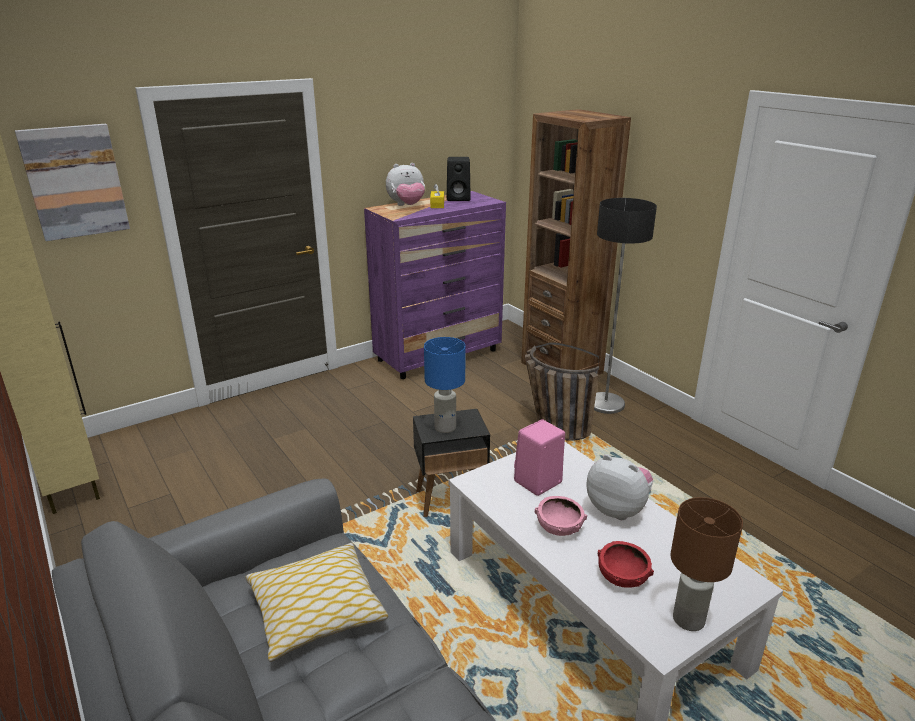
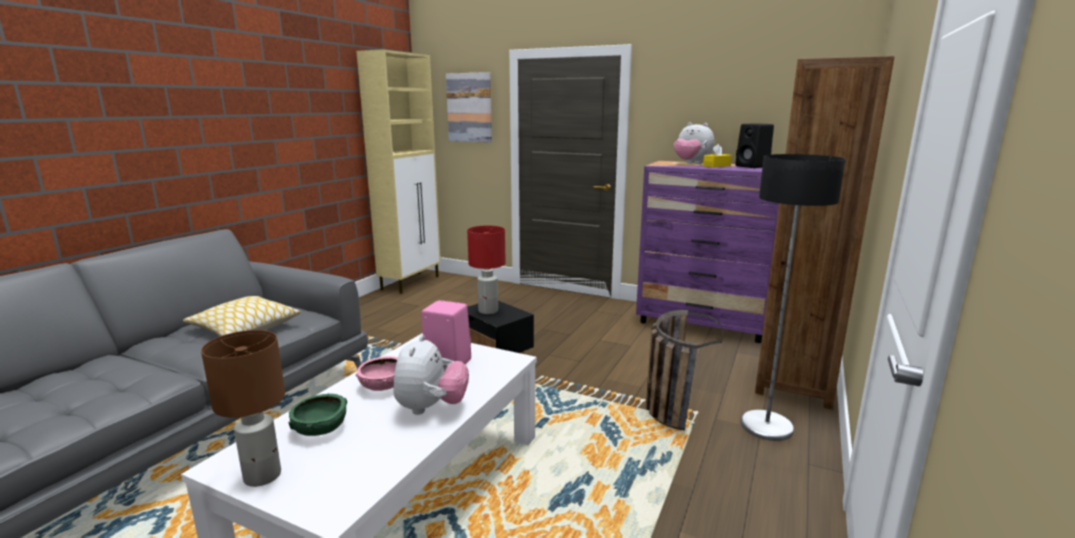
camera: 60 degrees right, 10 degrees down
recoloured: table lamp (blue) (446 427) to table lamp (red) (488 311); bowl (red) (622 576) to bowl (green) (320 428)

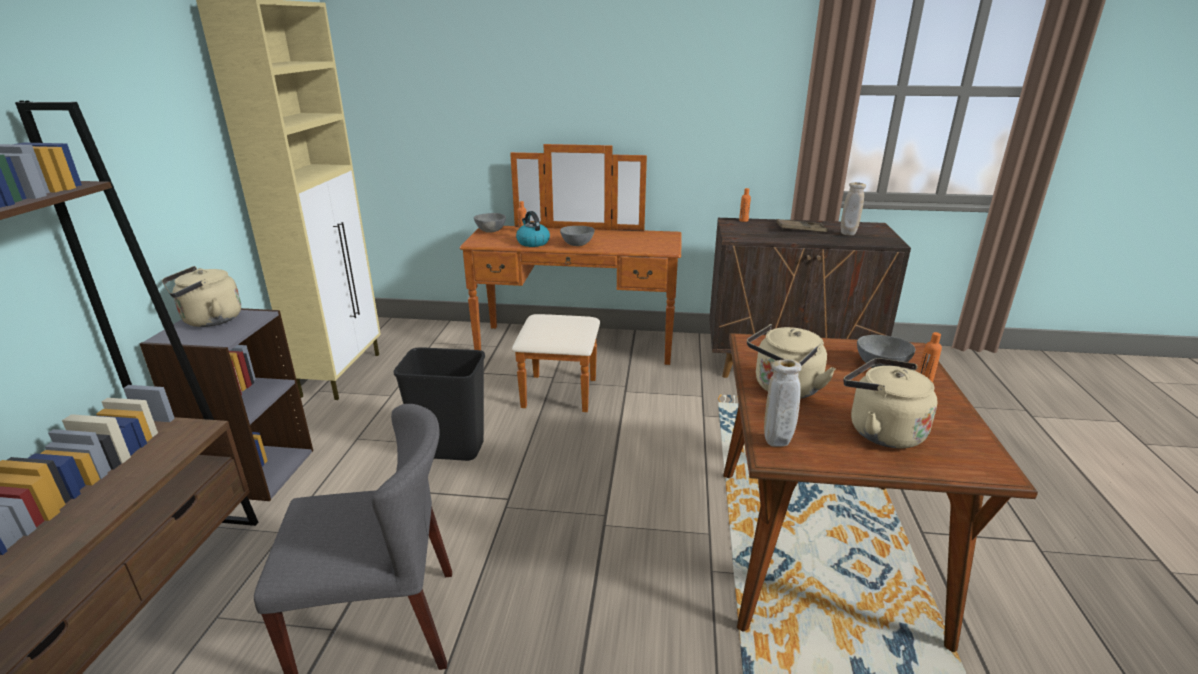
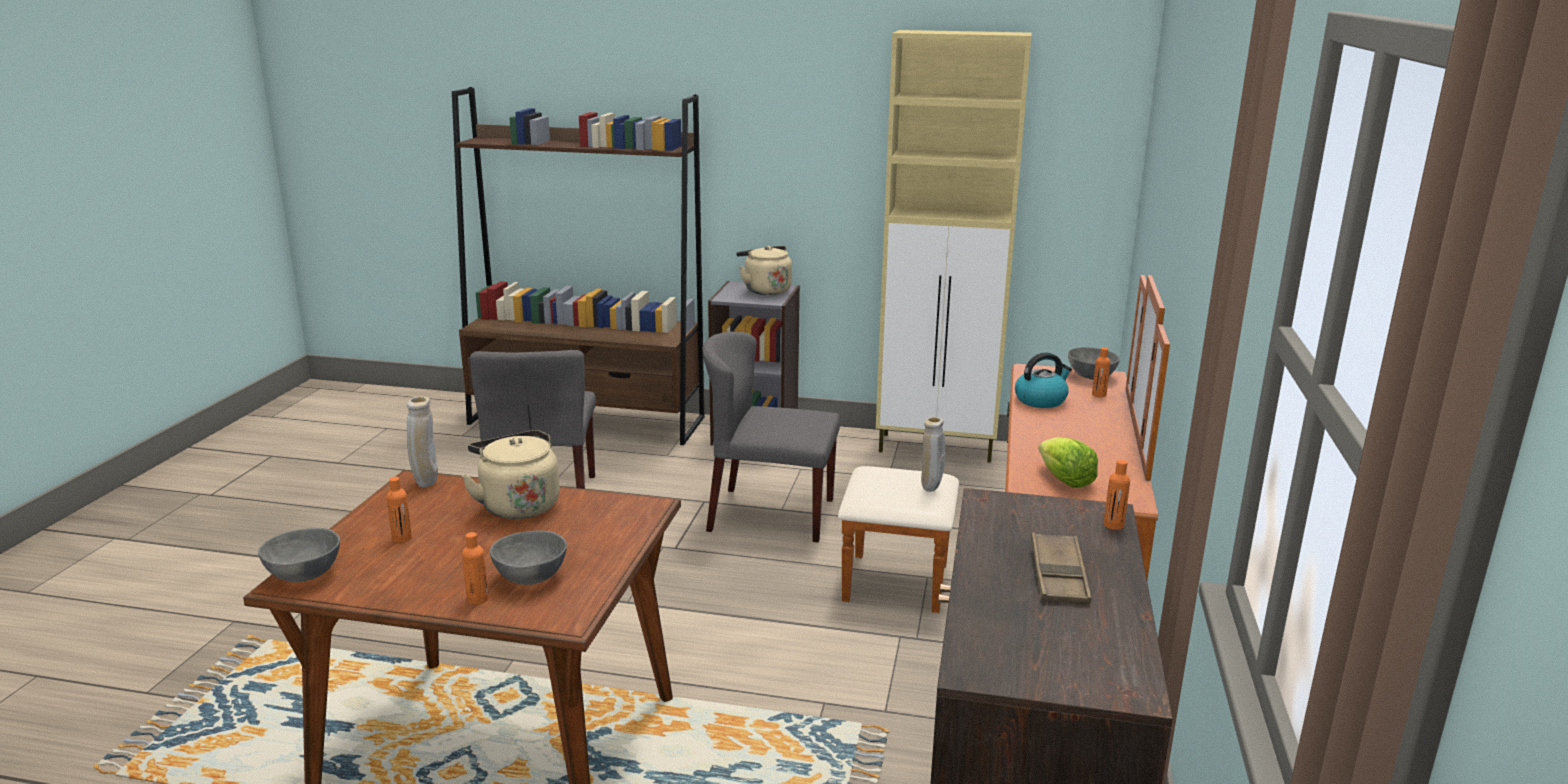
camera: 95 degrees right, 5 degrees down
added: lettuce (1064 480)
moved: bowl (grey) (577 245) to (302 575); vase (beige) (848 234) to (931 489)
replaced: trash can (black) (450 450) to chair (grey) (770 515); kettle (beige) (880 431) to bottle (orange) (402 538)

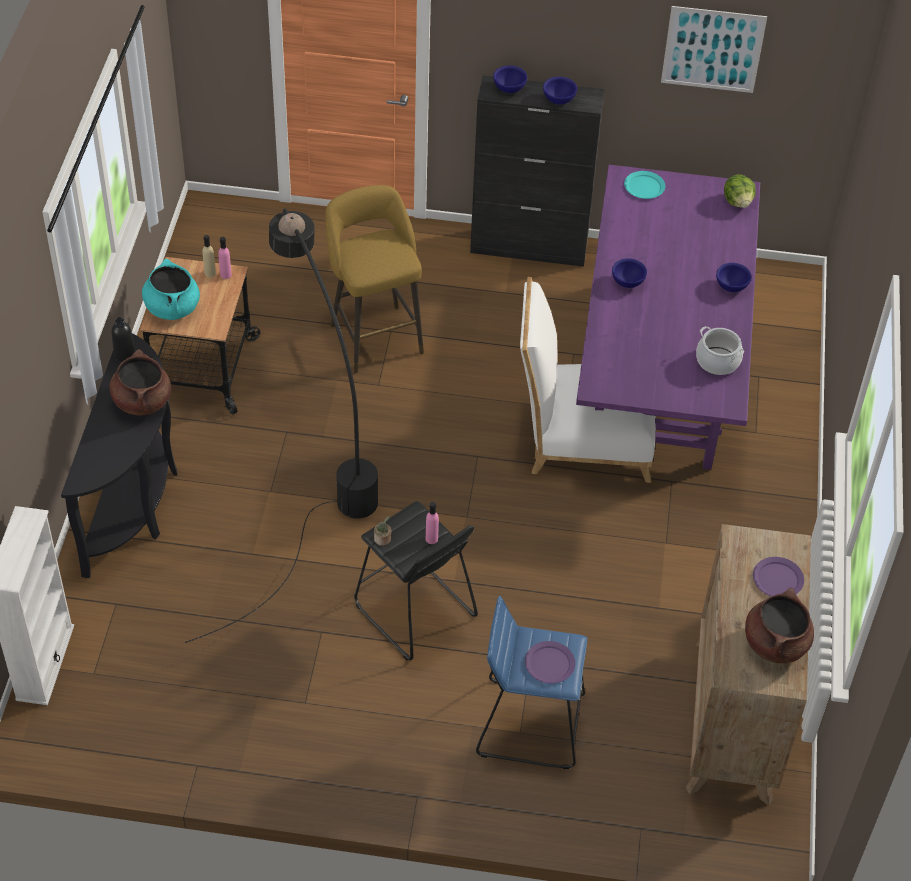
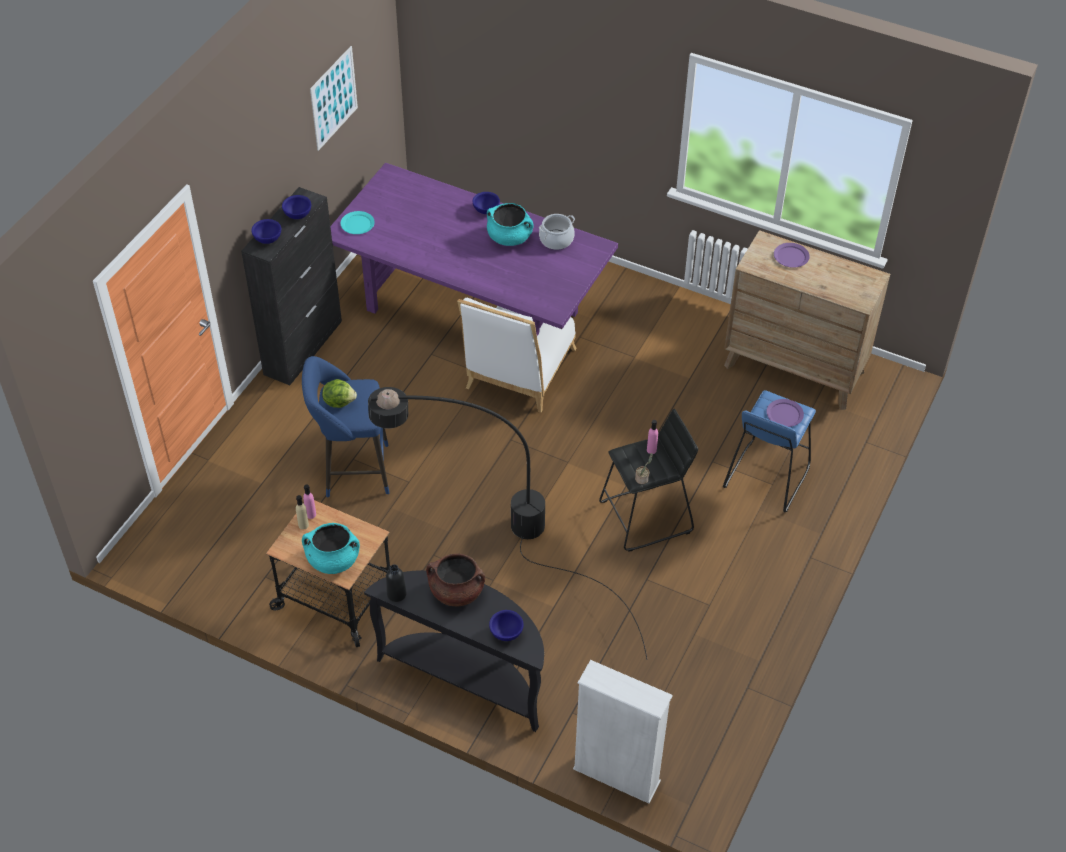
camera: 70 degrees left, 0 degrees up
removed: cooking pot (brown) (775 643)
added: cooking pot (turquoise) (510 237)
moved: bowl (blue) (627 282) to (505 633); lettuce (738 202) to (339 401)
recoloured: stool (yellow) (374 335) to stool (blue) (352 470)

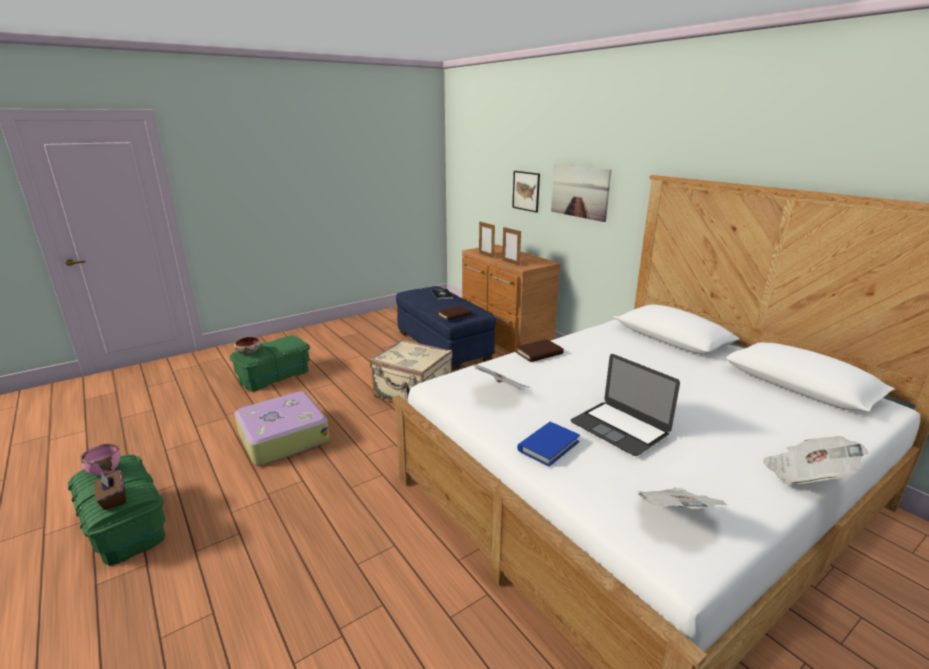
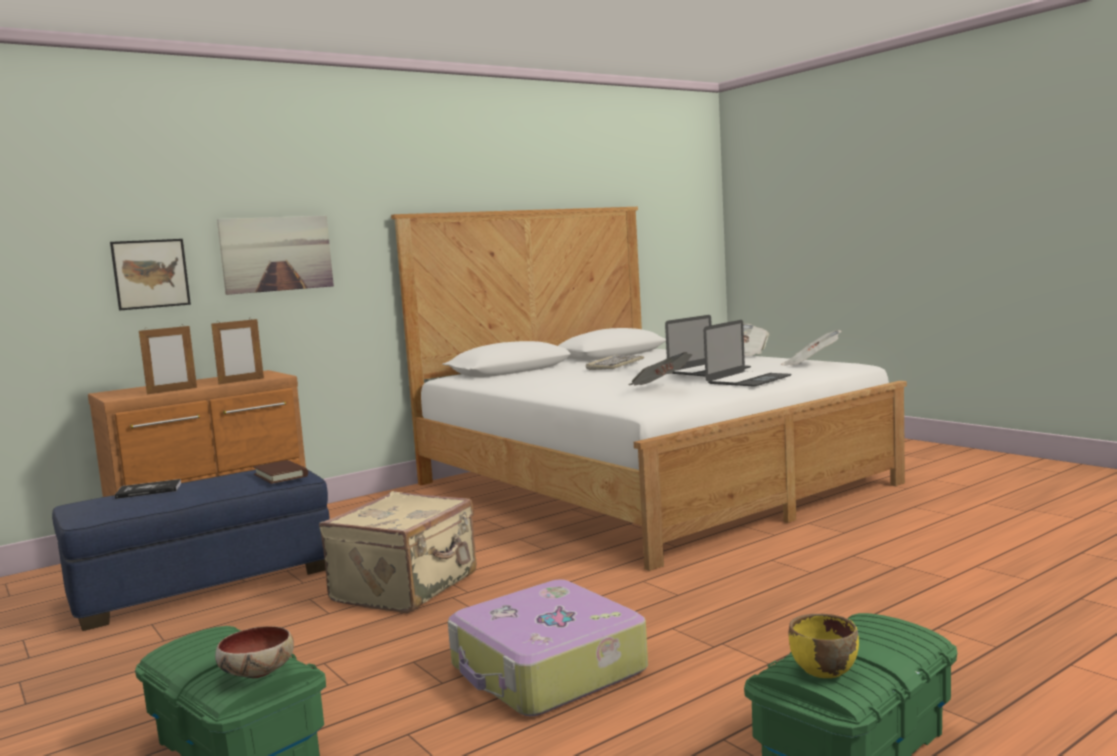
camera: 90 degrees left, 15 degrees down
removed: tissue box (brown) (113 499); book (brown) (539 353)
added: keyboard (615 365)
replaced: book (blue) (548 446) to laptop (748 379)
recoloured: bowl (pink) (105 470) to bowl (yellow) (823 670)

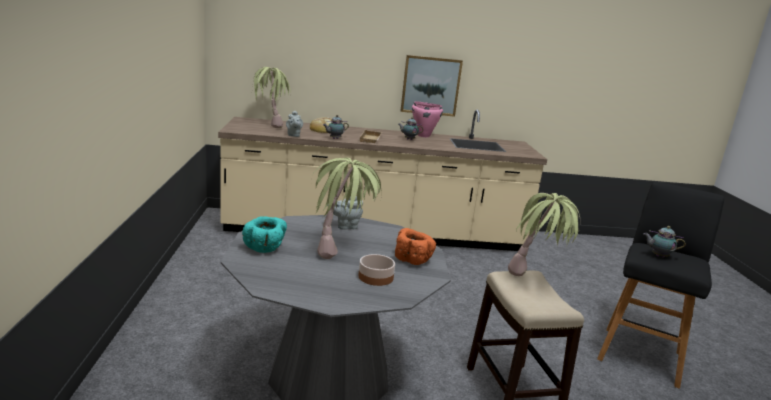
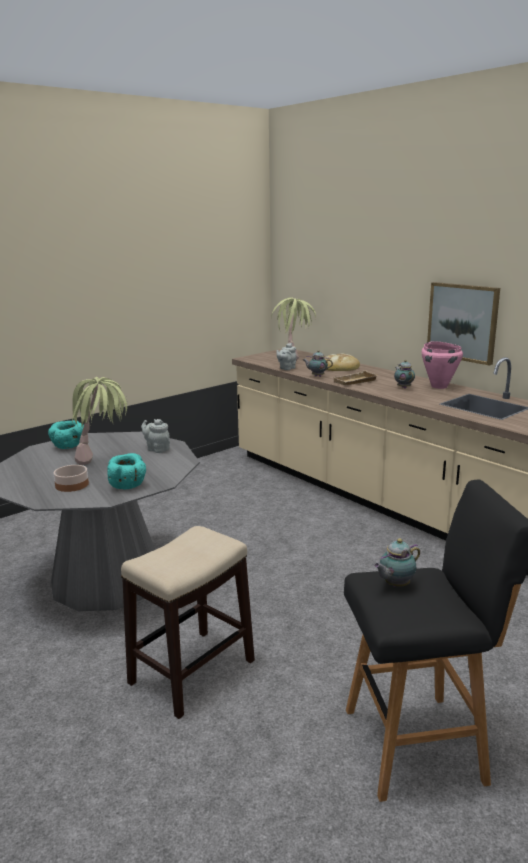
camera: 55 degrees right, 0 degrees up
removed: potted plant (536 281)
recoloured: bowl (orange) (413 260) to bowl (turquoise) (128 485)
turned: teapot (658 256) = (395 585) 105 degrees counterclockwise

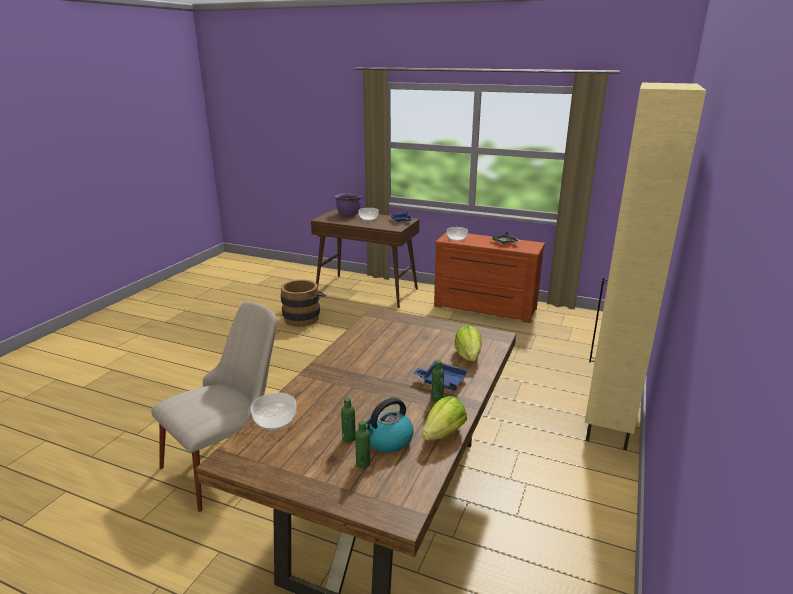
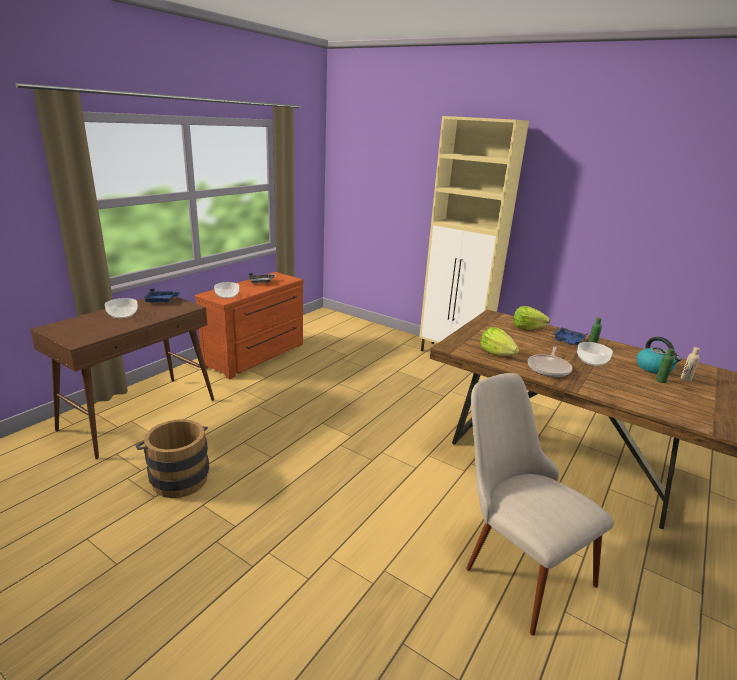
camera: 80 degrees left, 0 degrees up
removed: cooking pot (purple) (348 214)
added: frying pan (549 368)
moved: bowl (275 420) to (592 360); lettuce (444 433) to (496 353)
recoloured: bottle (green) (363 463) to bottle (beige) (686 379)

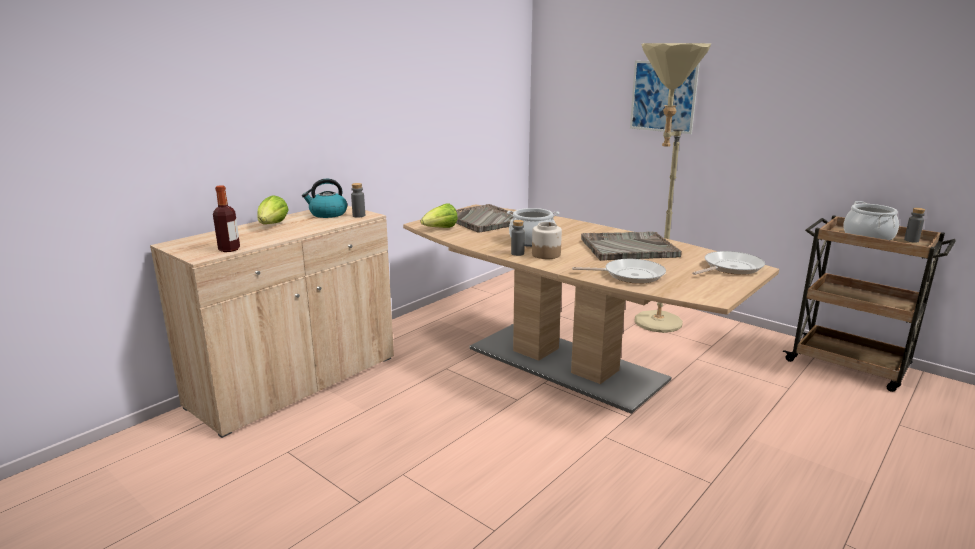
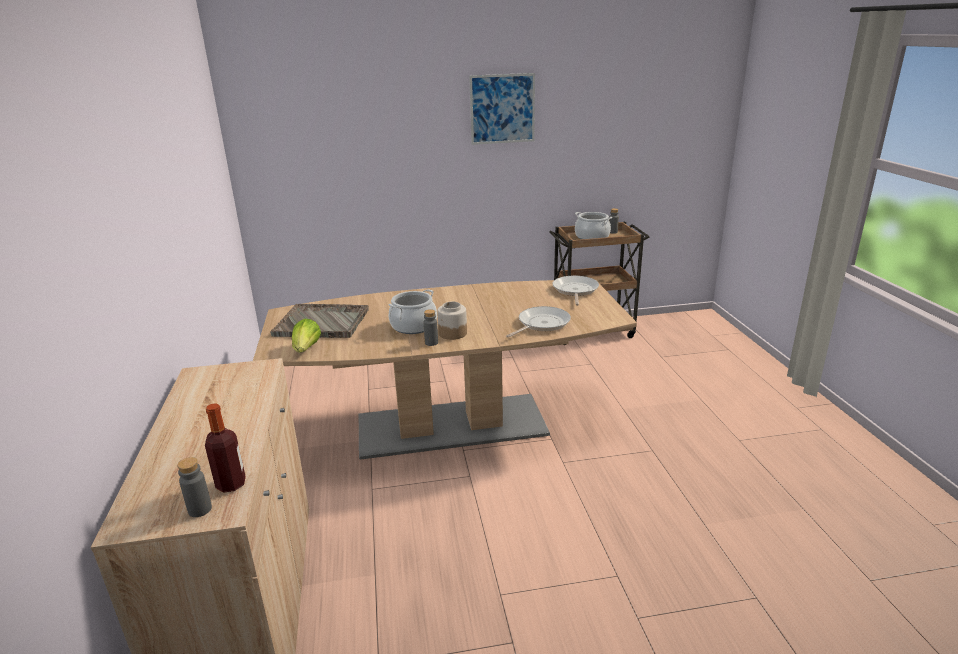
camera: 50 degrees left, 5 degrees up
removed: lettuce (272 225); kettle (327 214); tray (grey) (627 248); floor lamp (beige) (651 326)
moved: bottle (grey) (359 216) to (200 509); picture (663 96) to (502 109)

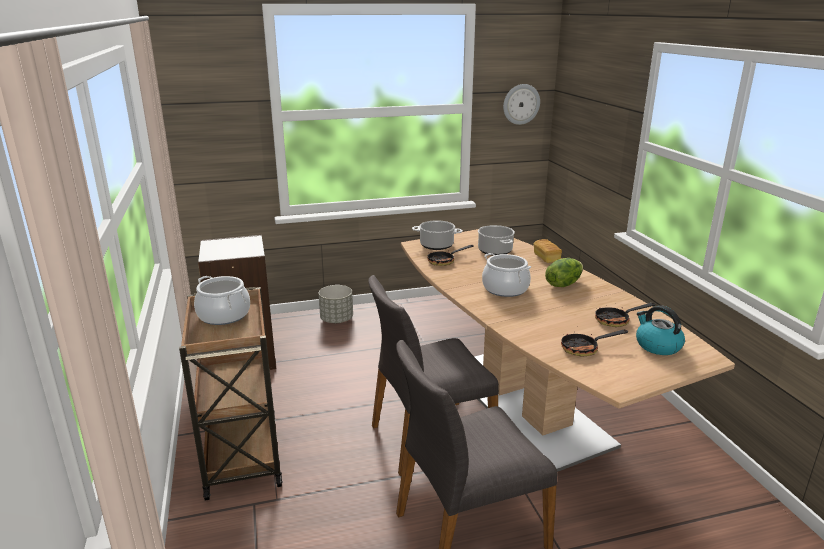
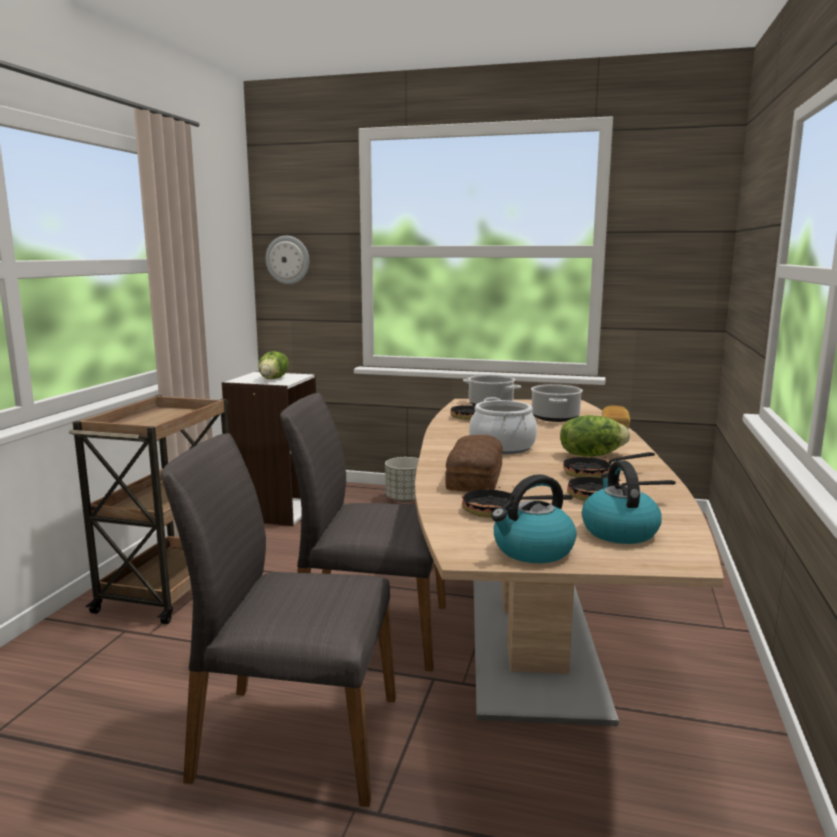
camera: 30 degrees right, 10 degrees down
removed: cooking pot (224 315)
added: lettuce (274 379); bread (476 478); kettle (532 550); frying pan (595 474)
moved: wall clock (521 104) to (288 260)

